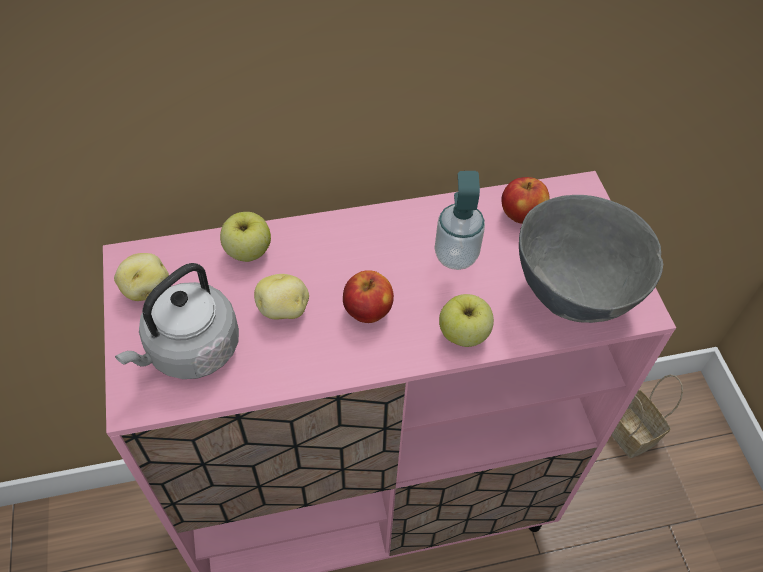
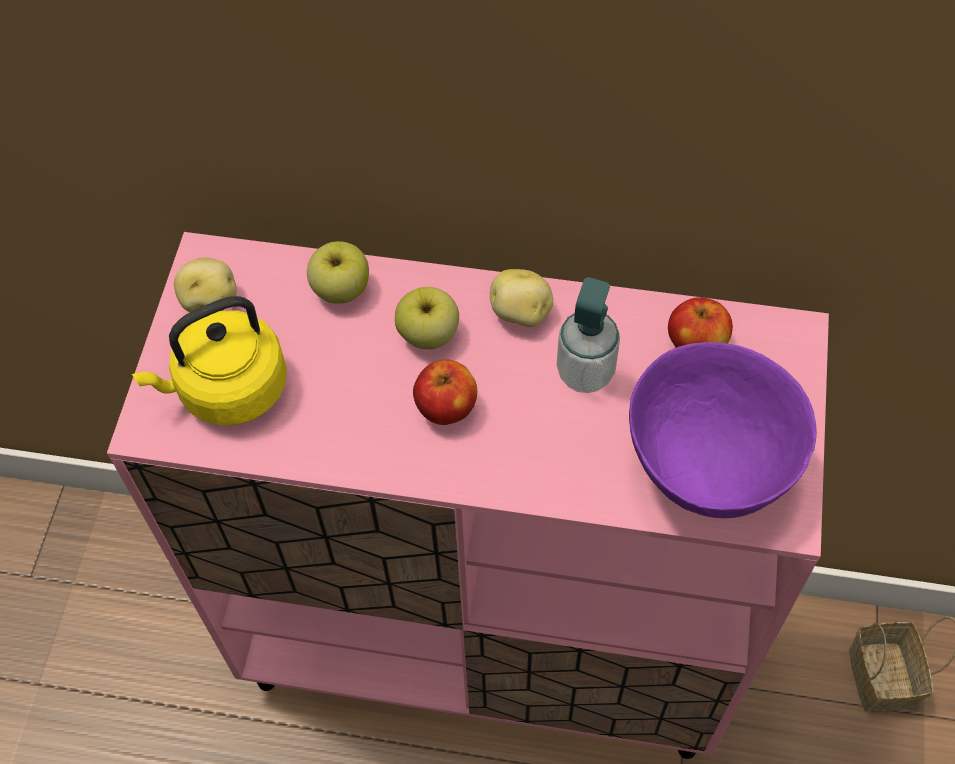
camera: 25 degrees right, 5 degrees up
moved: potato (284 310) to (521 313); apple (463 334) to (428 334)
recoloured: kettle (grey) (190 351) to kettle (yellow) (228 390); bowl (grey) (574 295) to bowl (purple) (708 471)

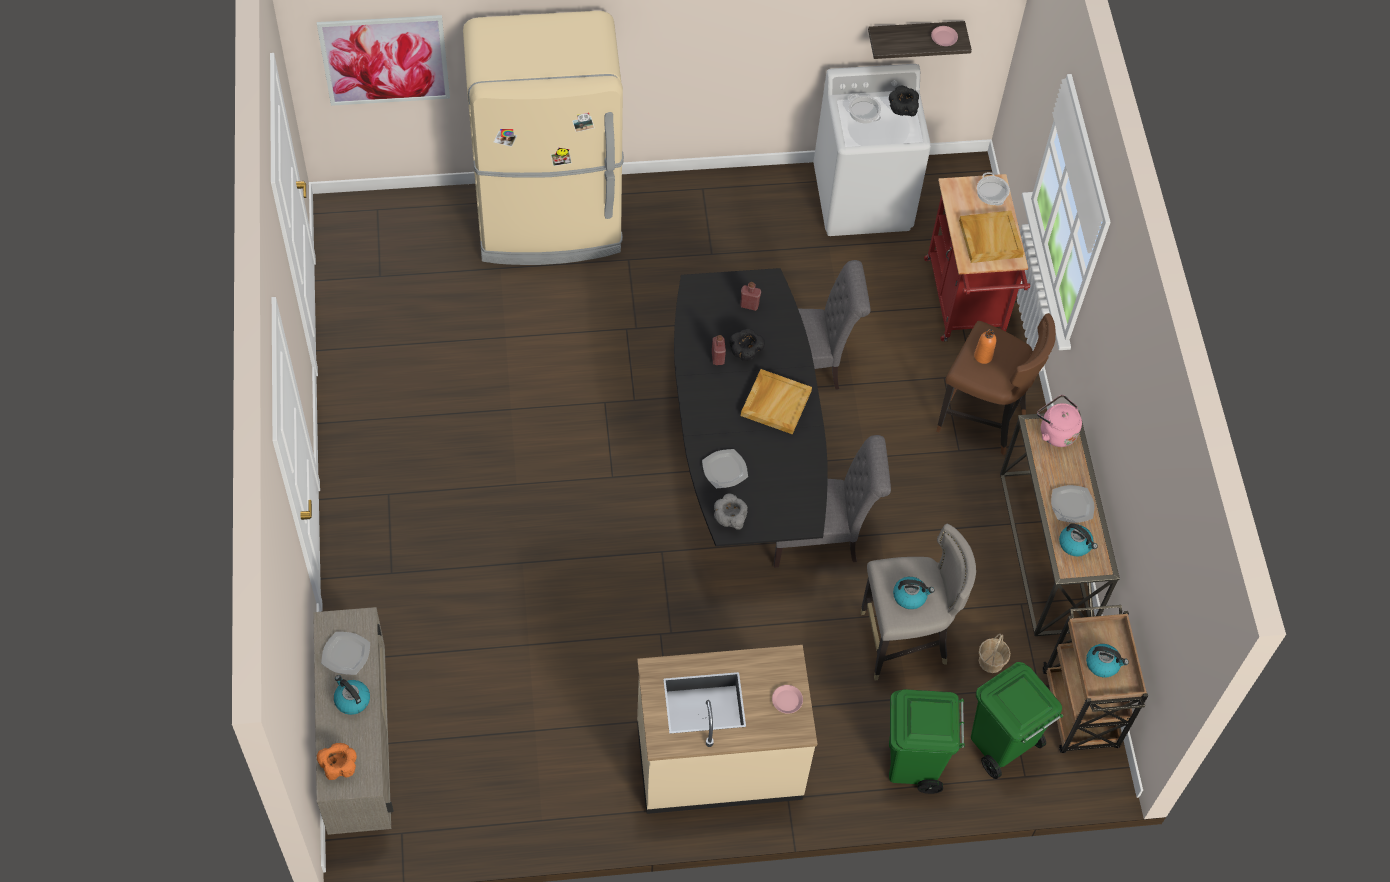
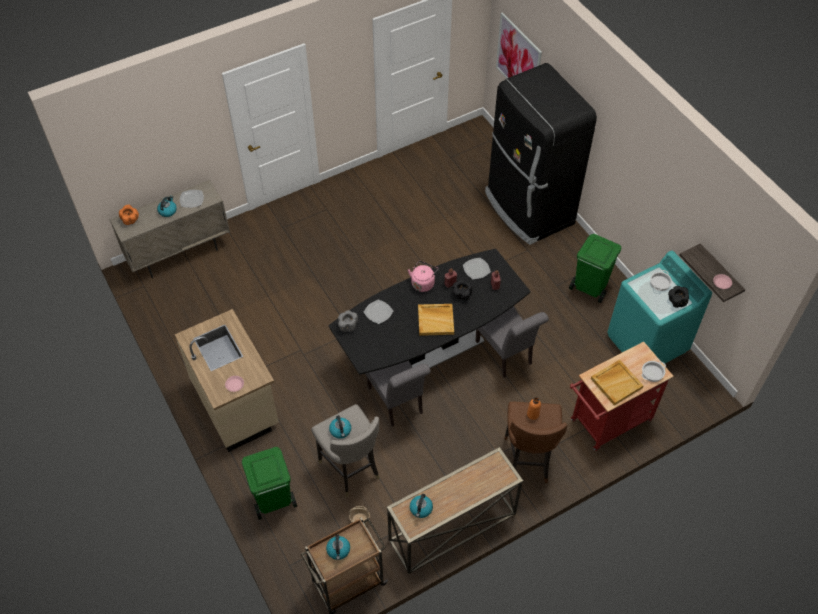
camera: 70 degrees right, 5 degrees down
moved: trash can (green) (1001 745) to (589 288); kettle (pink) (1055 431) to (423 283); plate (1072 505) to (476 269)
recoloured: fridge (beige) (549 223) to fridge (black) (528 209); washing machine (white) (863 199) to washing machine (turquoise) (647 343)

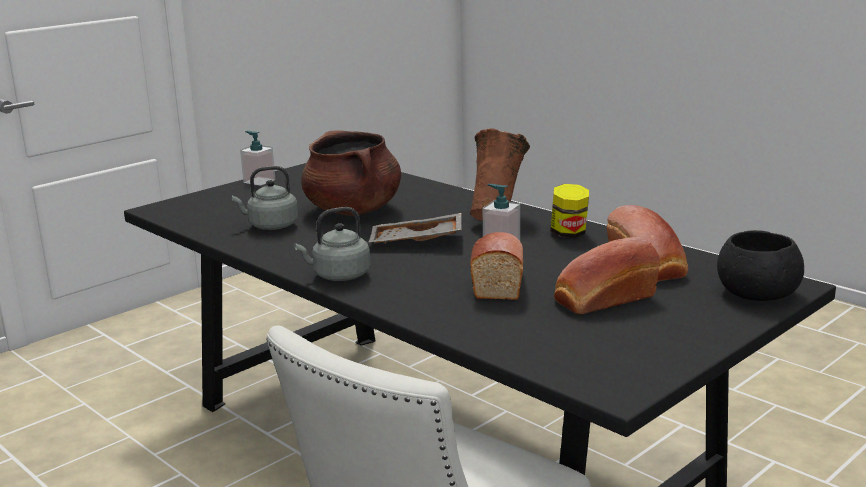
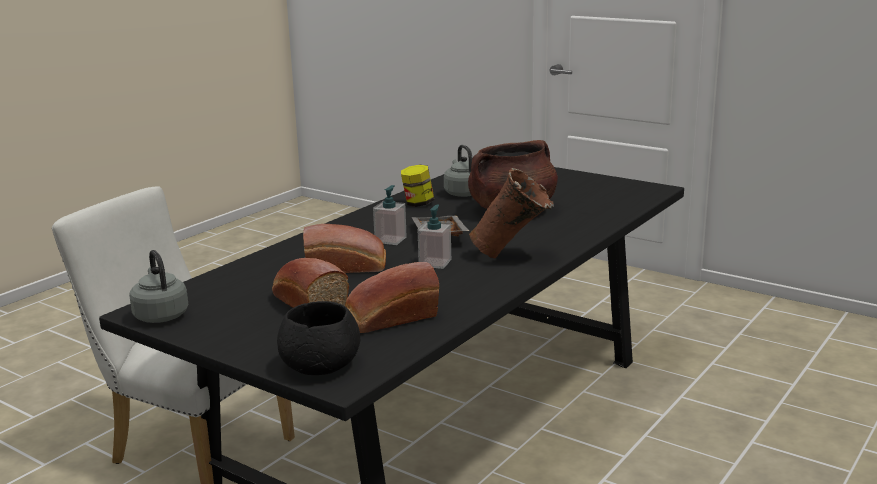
camera: 80 degrees right, 0 degrees up
moved: soap dispenser (259 181) to (390 240); kettle (grey) (338 276) to (160 315); jar (569 234) to (418 204)

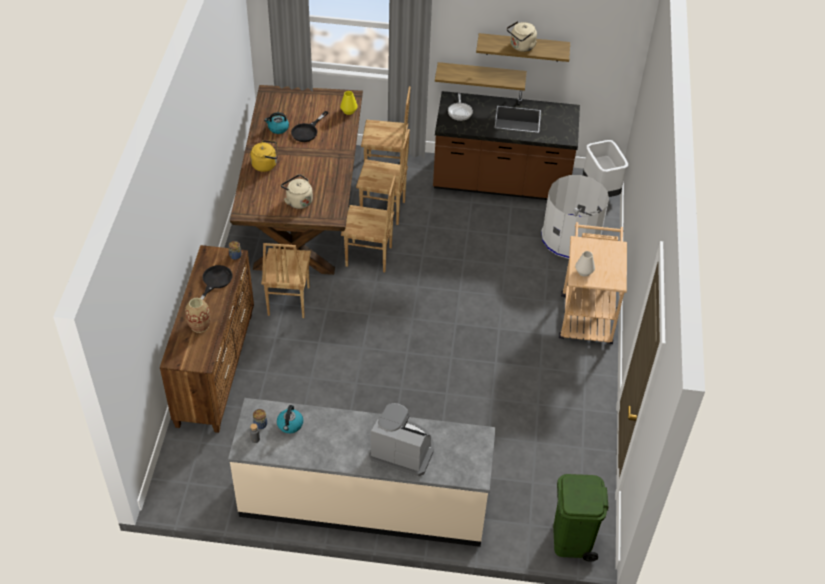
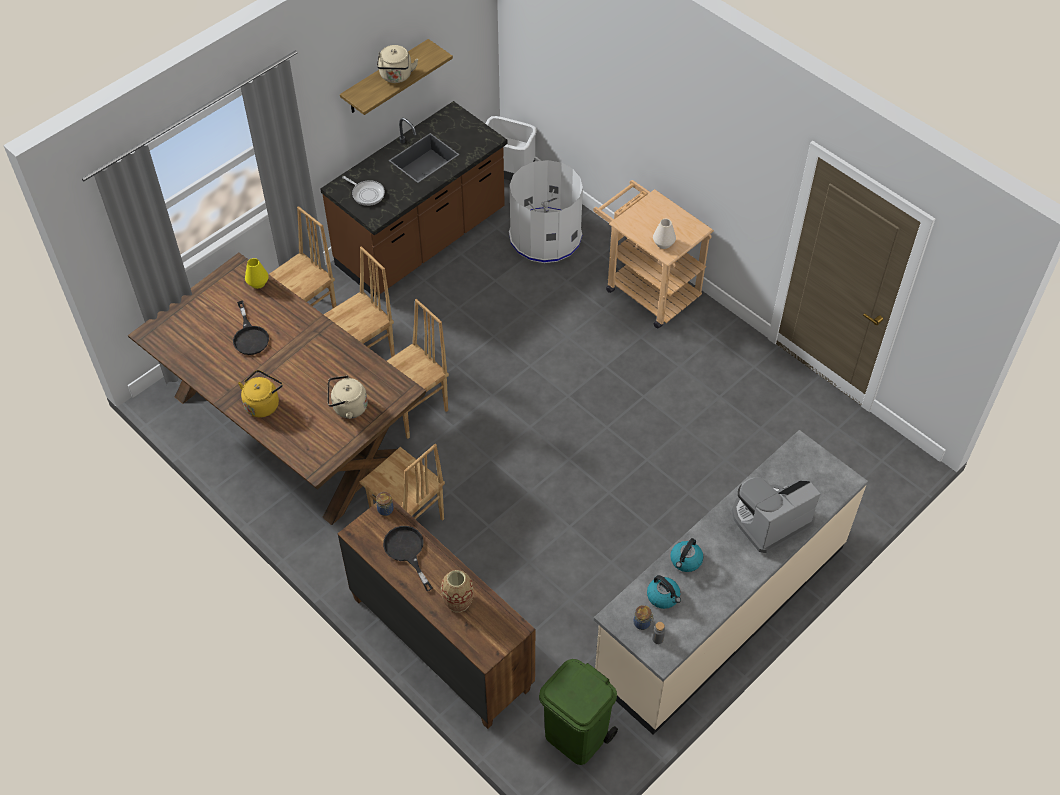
camera: 50 degrees left, 5 degrees up
removed: shelf (481 75)
moved: kettle (278 128) to (685 561); trash can (green) (572 540) to (576 736)

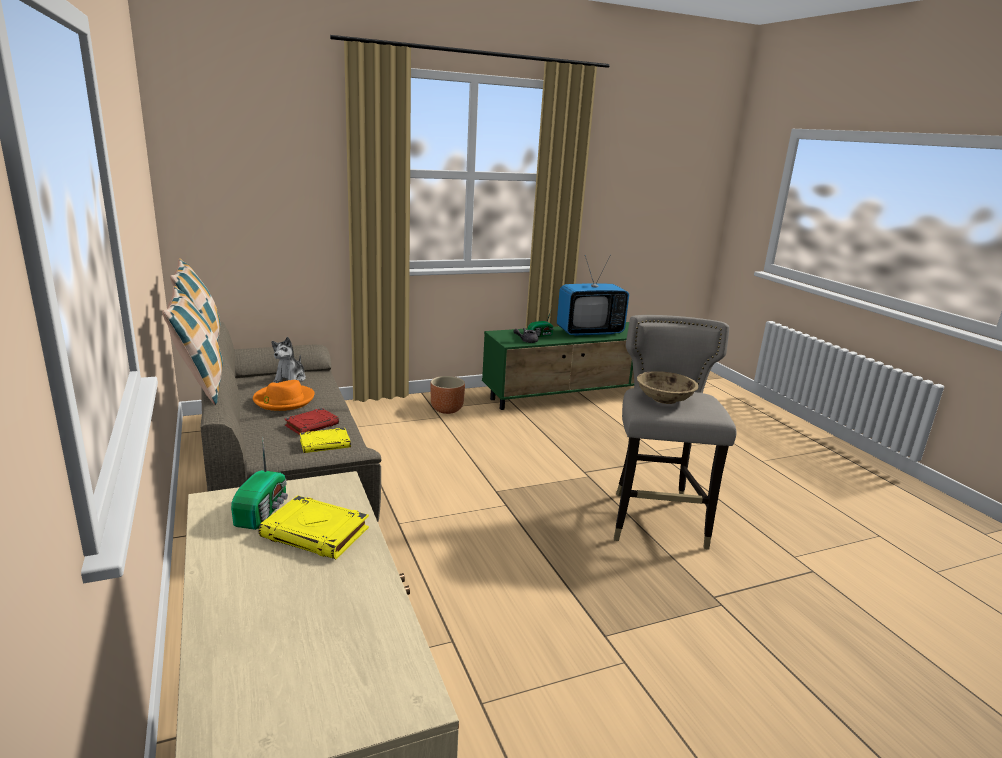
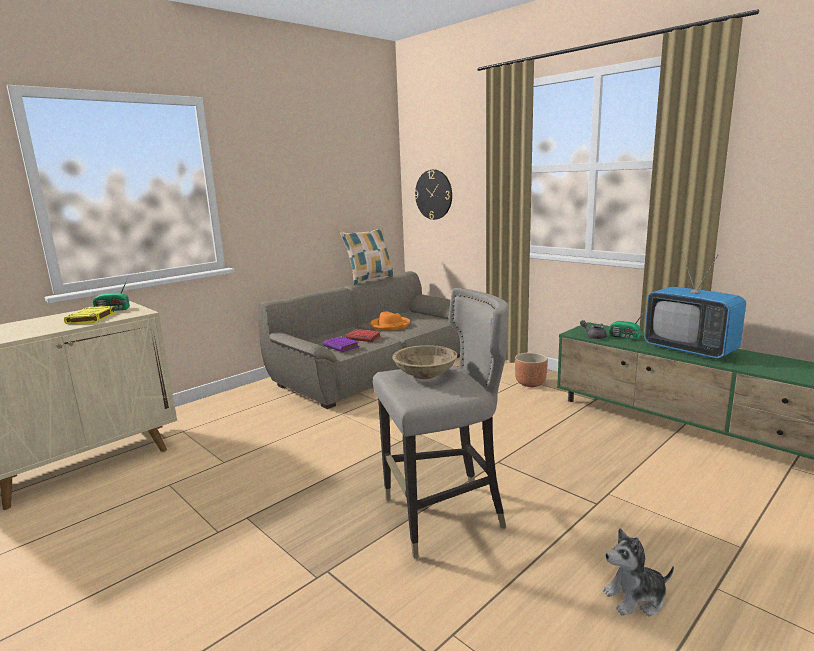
camera: 70 degrees right, 5 degrees down
removed: pillow (200 387)
added: wall clock (433 194)
moved: plush toy (290 379) to (636 598)
recoloured: book (yellow) (325 444) to book (purple) (341 346)

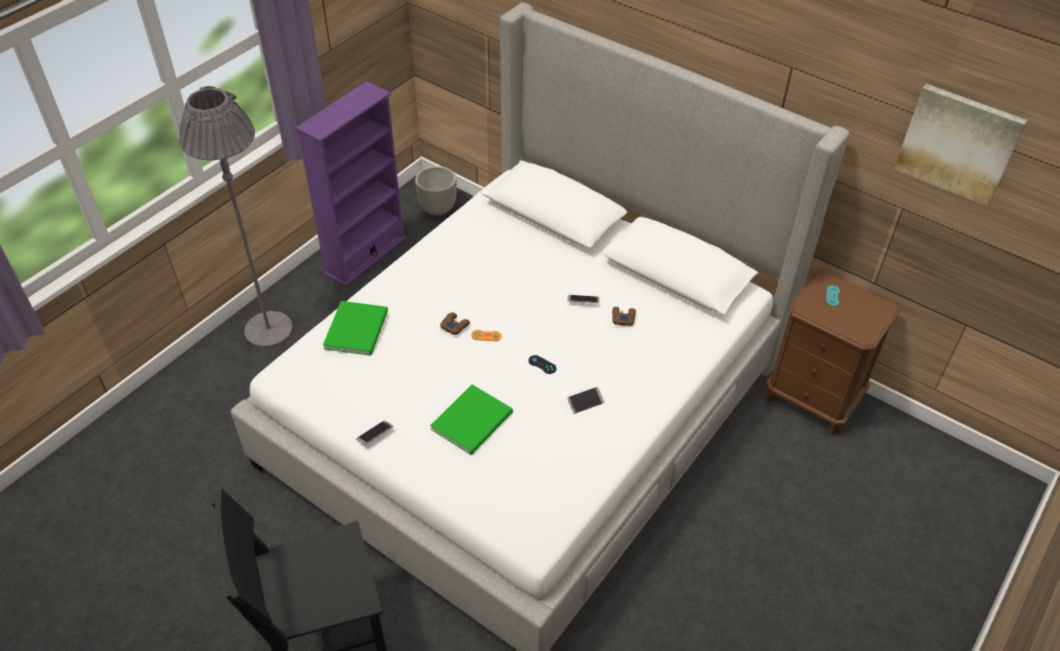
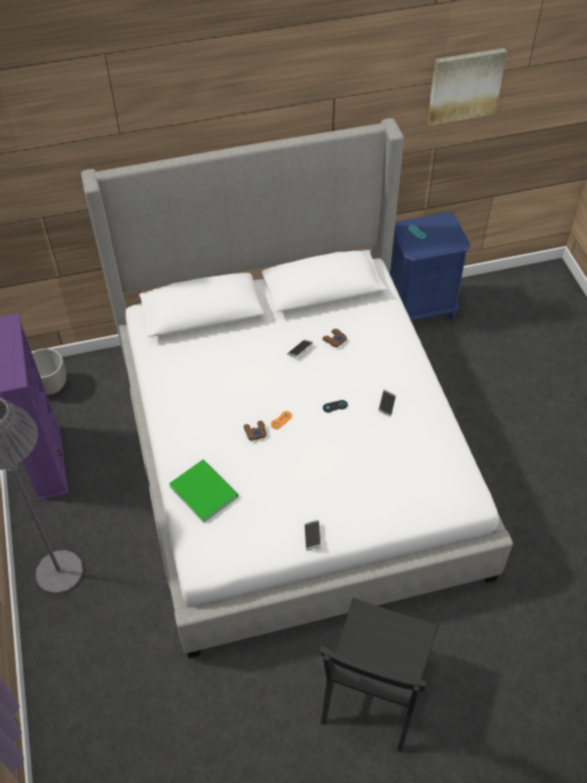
camera: 50 degrees left, 5 degrees up
removed: book (green) (474 420)
recoloured: nightstand (brown) (813 398) to nightstand (blue) (420 308)

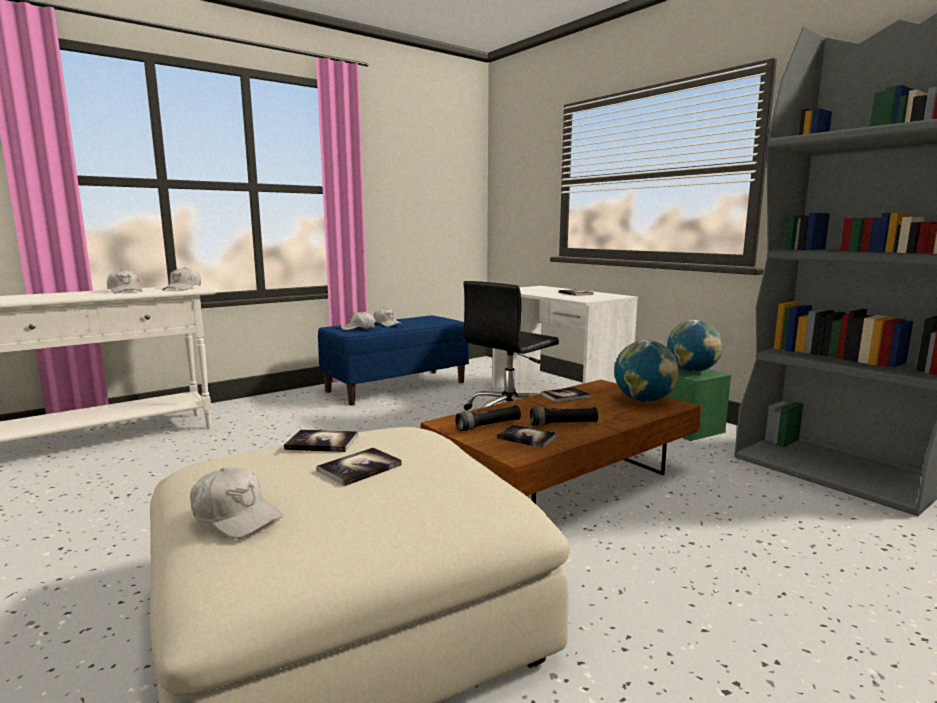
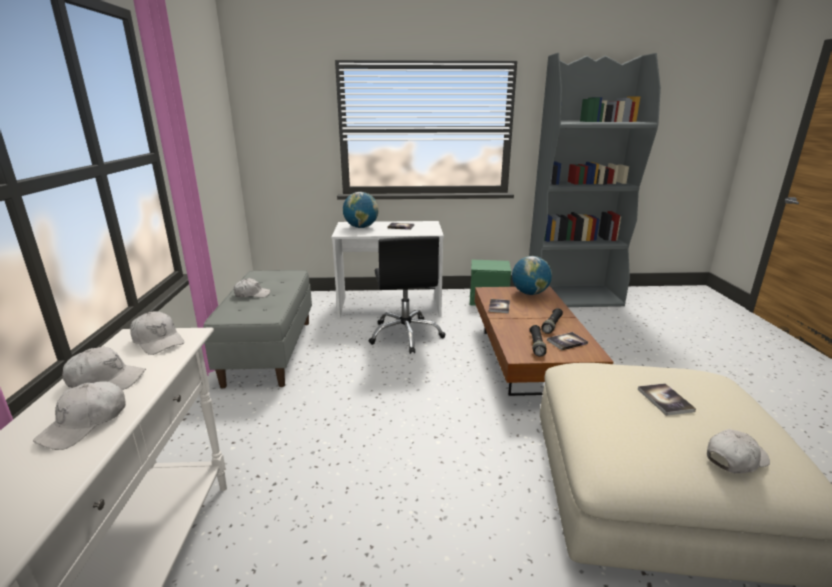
camera: 55 degrees left, 10 degrees up
removed: book (322 442)
moved: cap (white) (358 328) to (85 423); globe (692 371) to (361 227)
recoloured: bench (blue) (396 386) to bench (grey) (269 351)

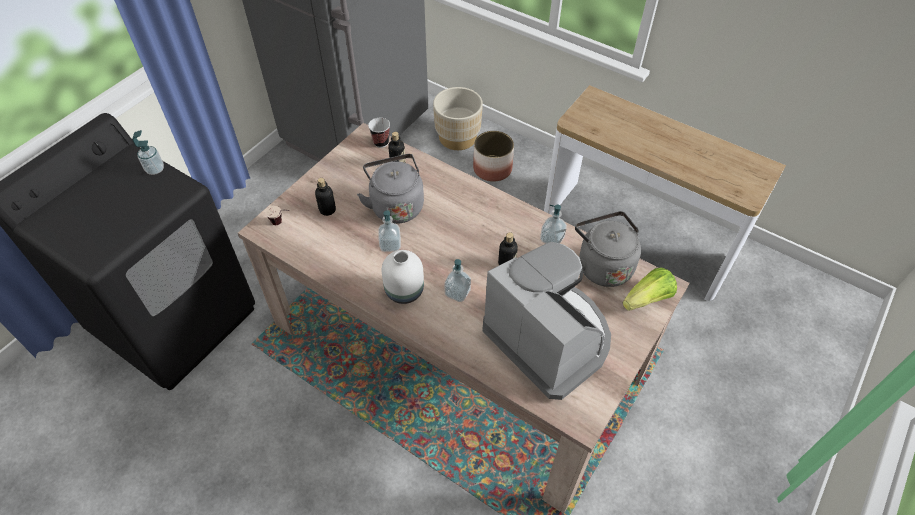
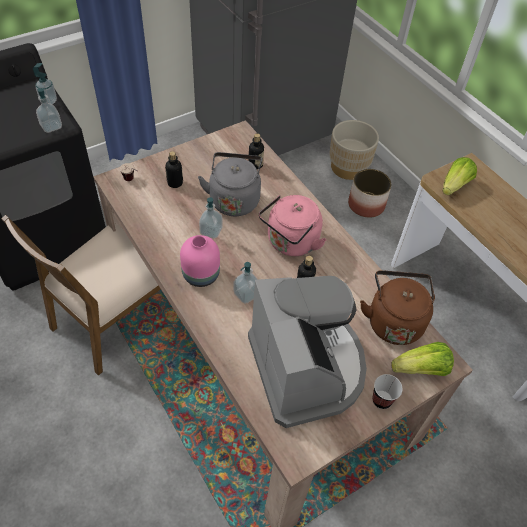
camera: 20 degrees right, 0 degrees up
added: chair (brown) (114 319); kettle (pink) (290 243); lettuce (454 186)
moved: cup (381 142) to (381 400); soap dispenser (552 239) to (51 126)
recoloured: vase (white) (403 291) to vase (pink) (200 275); kettle (grey) (602 265) to kettle (brown) (393 320)

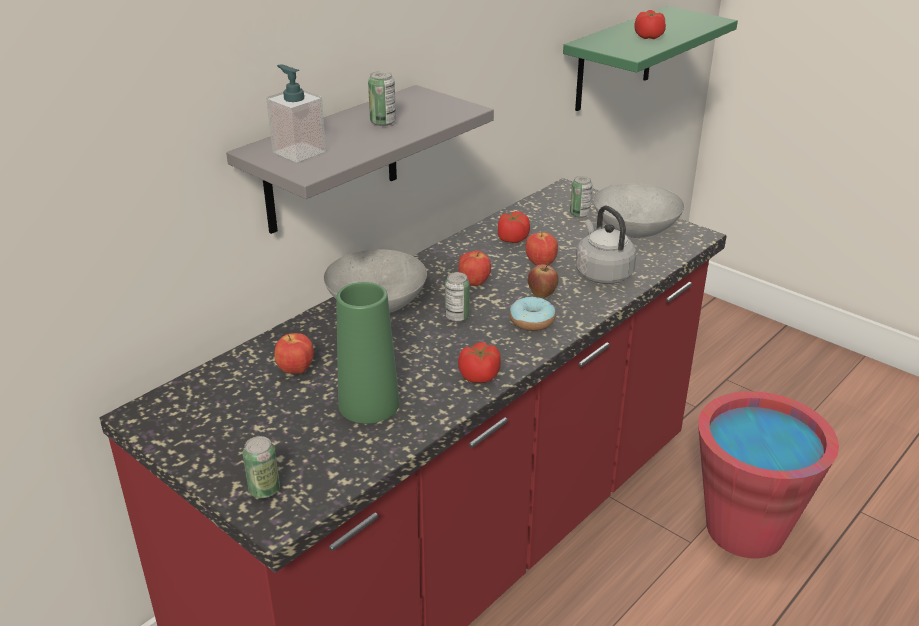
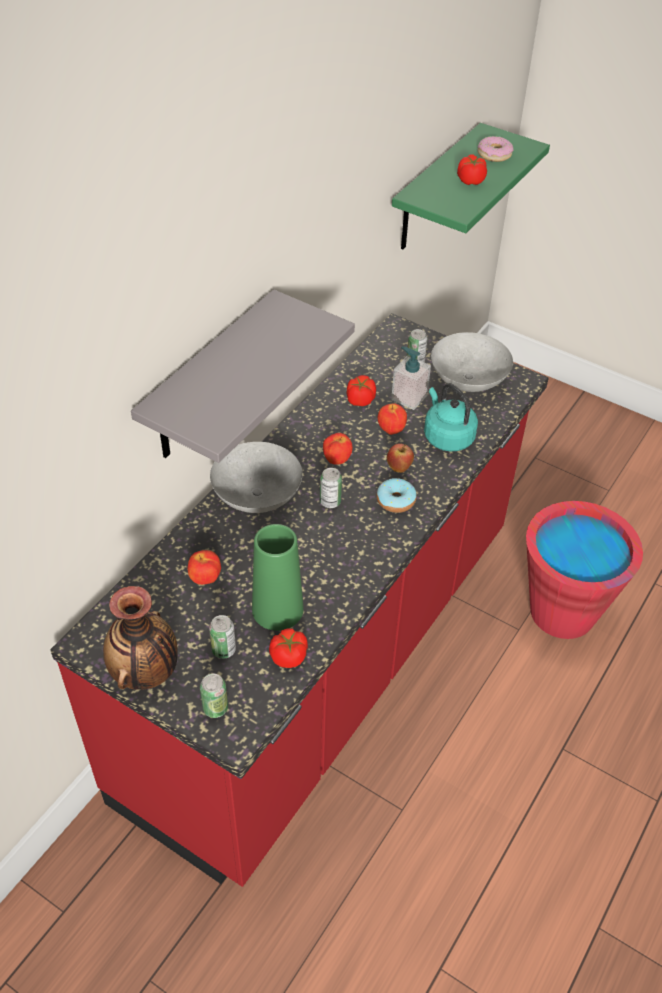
camera: 10 degrees left, 15 degrees up
added: vase (146 672); donut (494 154)
moved: soap dispenser (299 152) to (409 397); can (383 122) to (223 650); tomato (479 376) to (289 656)
recoloured: kettle (grey) (602 273) to kettle (turquoise) (447 436)

